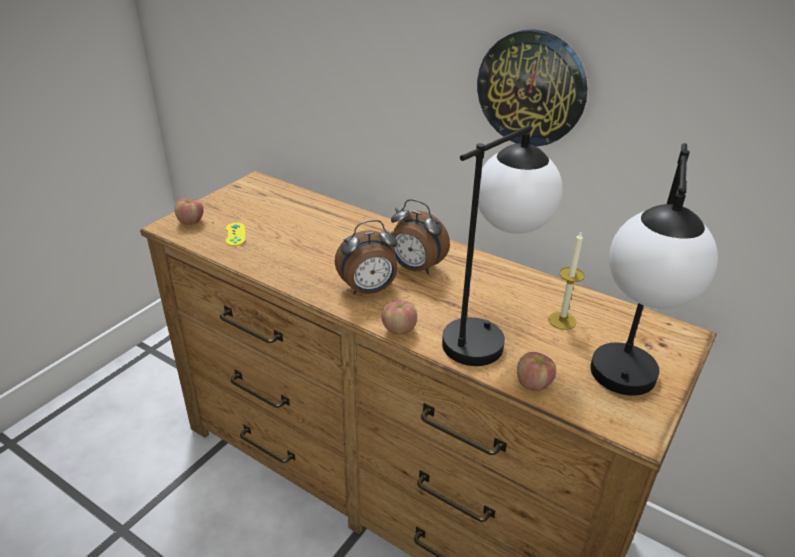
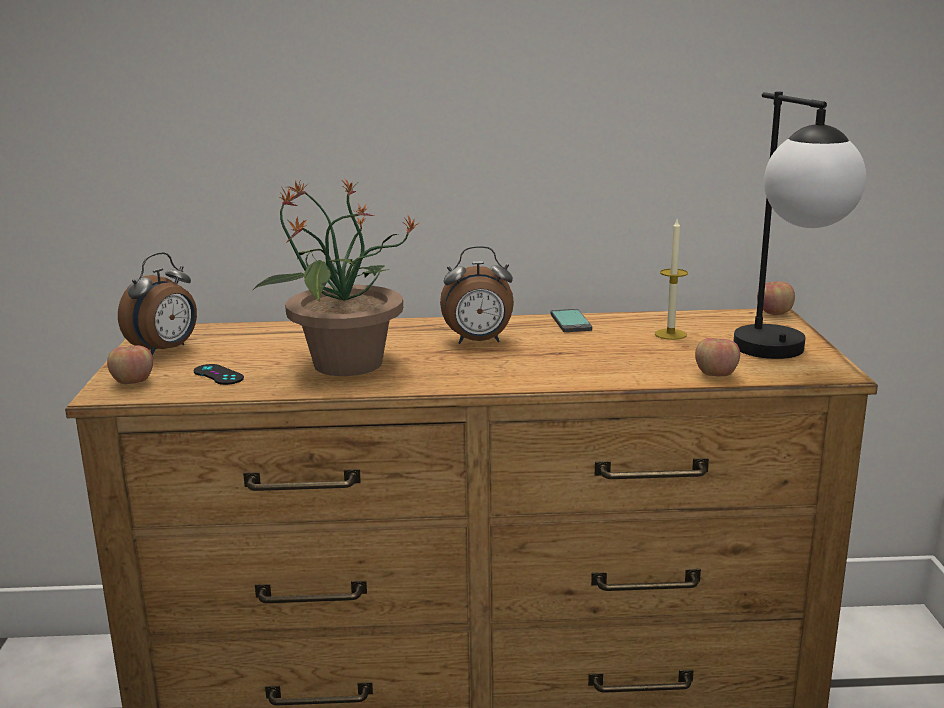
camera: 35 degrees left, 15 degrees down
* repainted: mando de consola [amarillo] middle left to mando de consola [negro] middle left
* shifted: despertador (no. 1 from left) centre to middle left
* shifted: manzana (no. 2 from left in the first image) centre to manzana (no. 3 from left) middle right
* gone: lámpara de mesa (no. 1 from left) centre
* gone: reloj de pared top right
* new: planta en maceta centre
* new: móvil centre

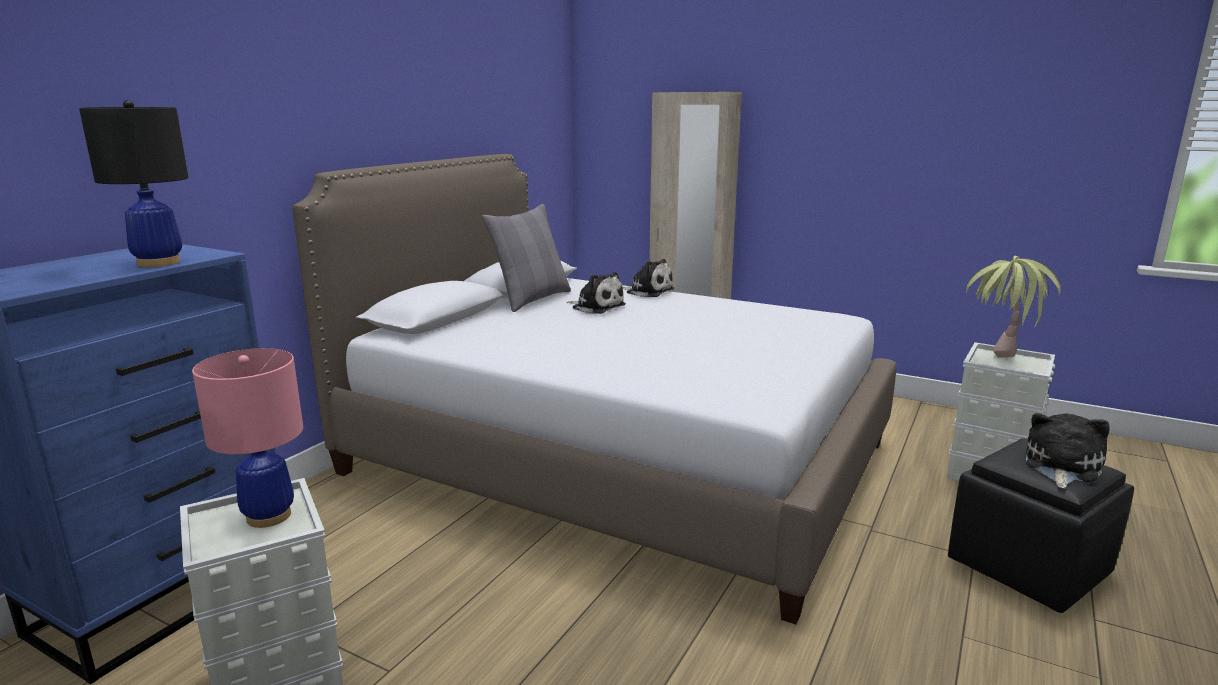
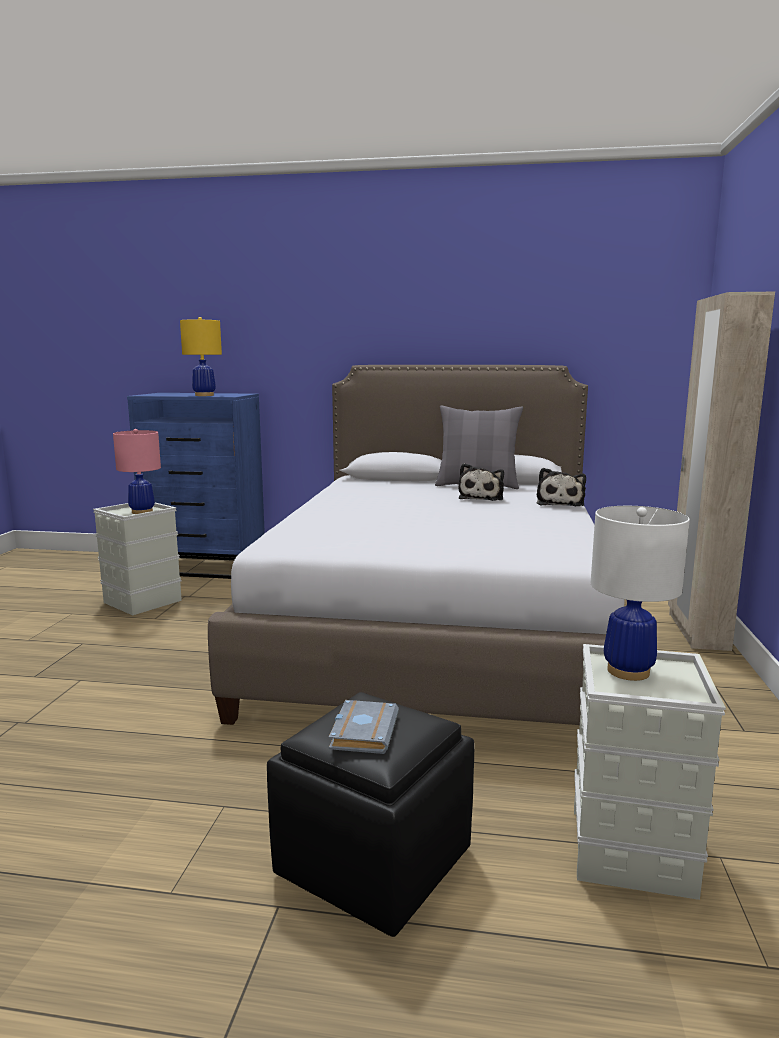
camera: 70 degrees right, 5 degrees down
* repainted: lámpara de mesa [negro] top left to lámpara de mesa [amarillo] middle left
* swapped: planta en maceta middle right to lámpara de mesa [blanco] middle right
* swapped: peluche (no. 3 from left) middle right to libro [gris] bottom centre

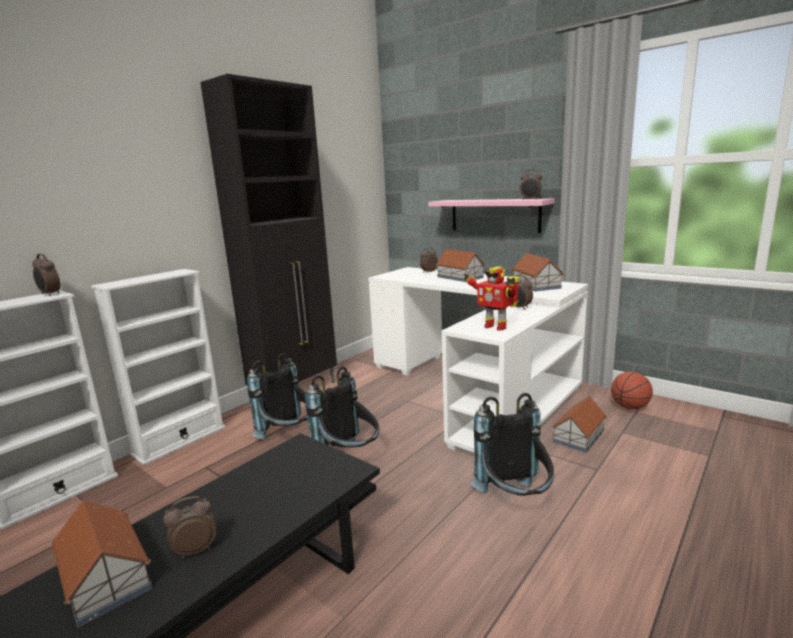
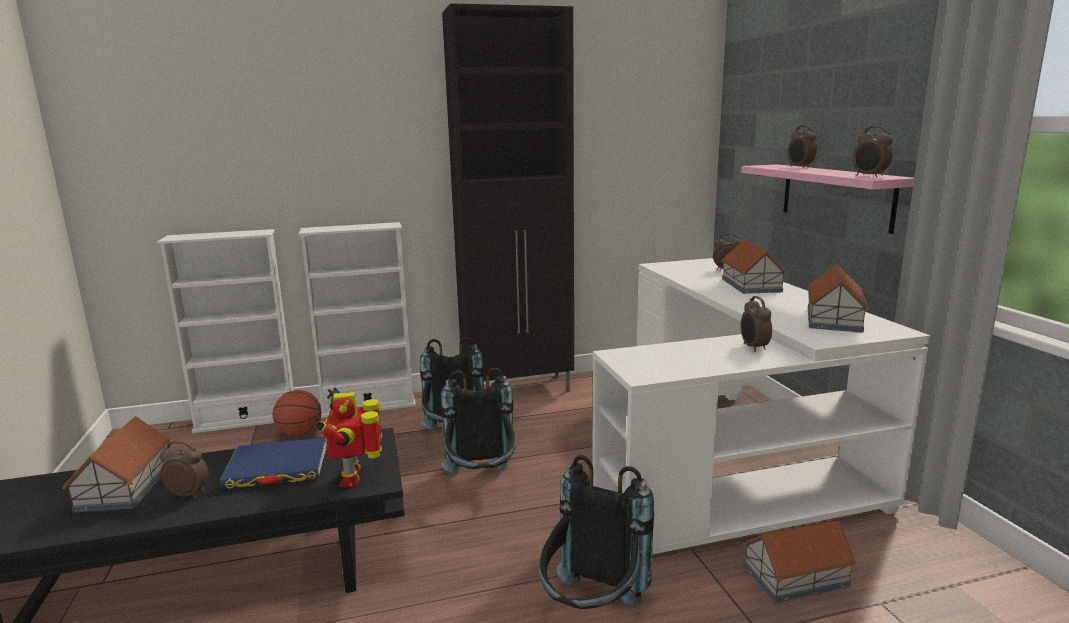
camera: 35 degrees right, 0 degrees up
* shifted: despertador (no. 1 from left in the first image) middle left to despertador (no. 4 from left) top right
* shifted: robot de juguete centre to bottom left
* shifted: balón de baloncesto middle right to middle left
* new: libro [azul] bottom left

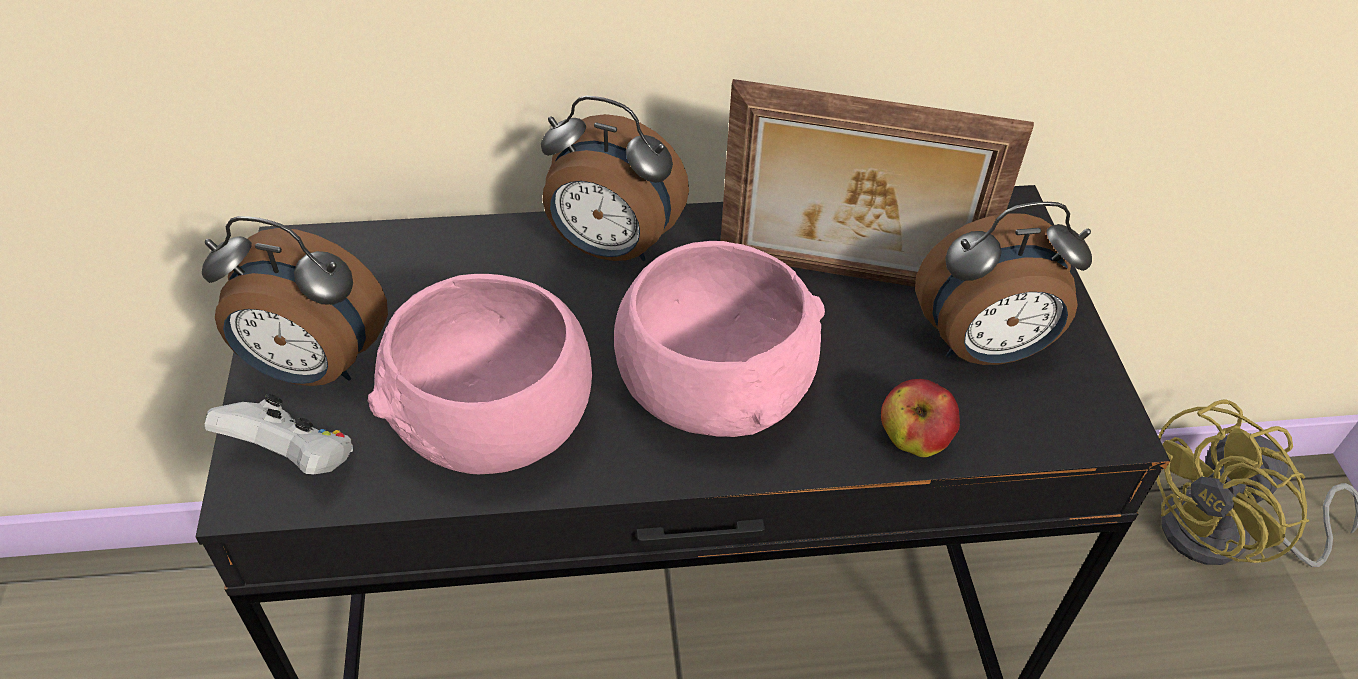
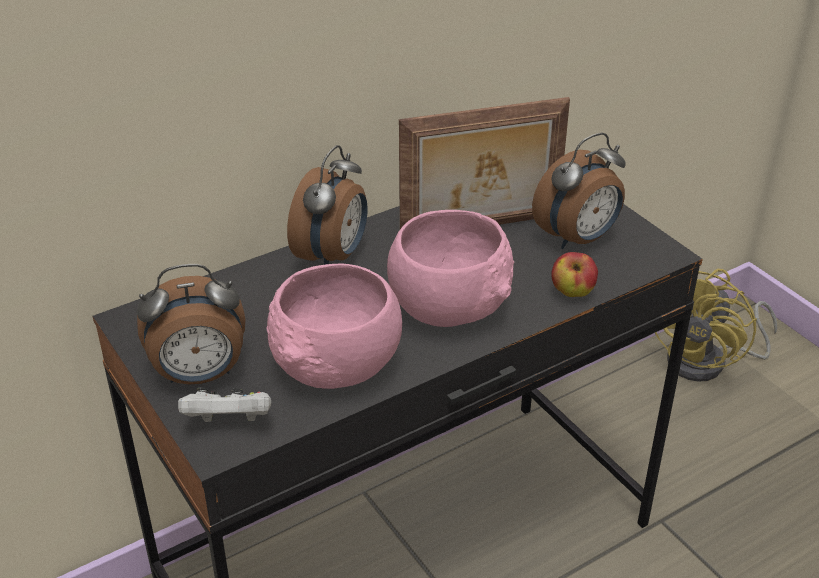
camera: 25 degrees left, 10 degrees down
* rotated: despertador (no. 2 from left) top centre = centre 60 degrees counterclockwise

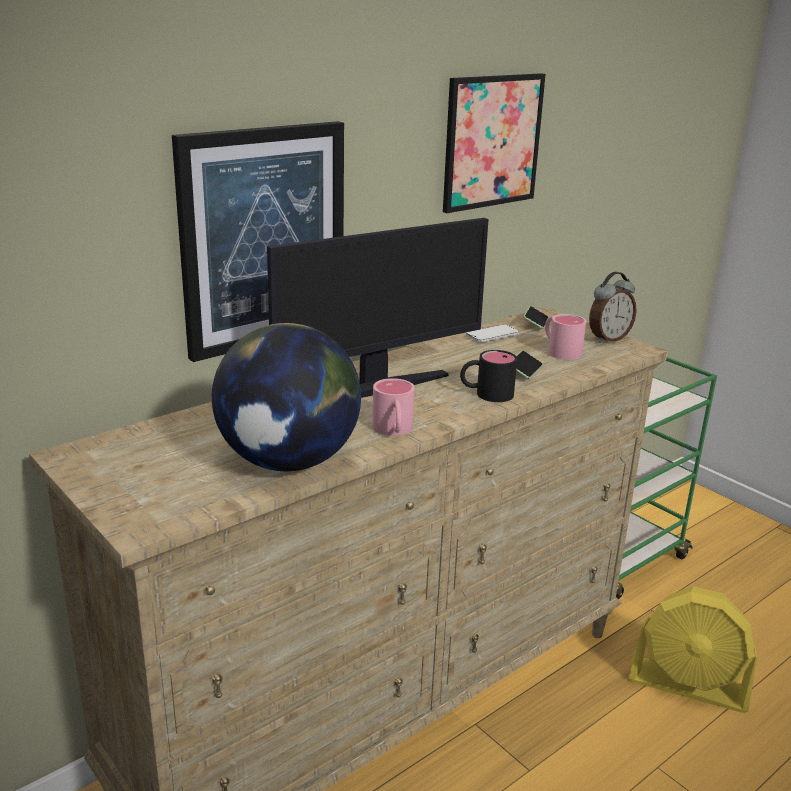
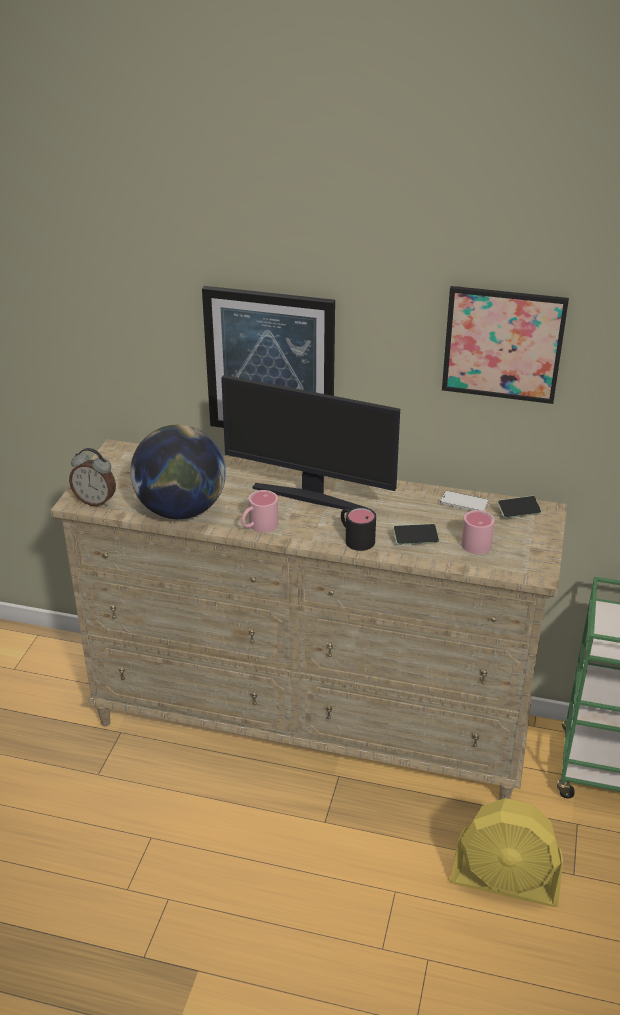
camera: 55 degrees right, 10 degrees up
* shifted: despertador middle right to middle left
* rotated: ventilador [amarillo] bottom right = bottom right 60 degrees counterclockwise

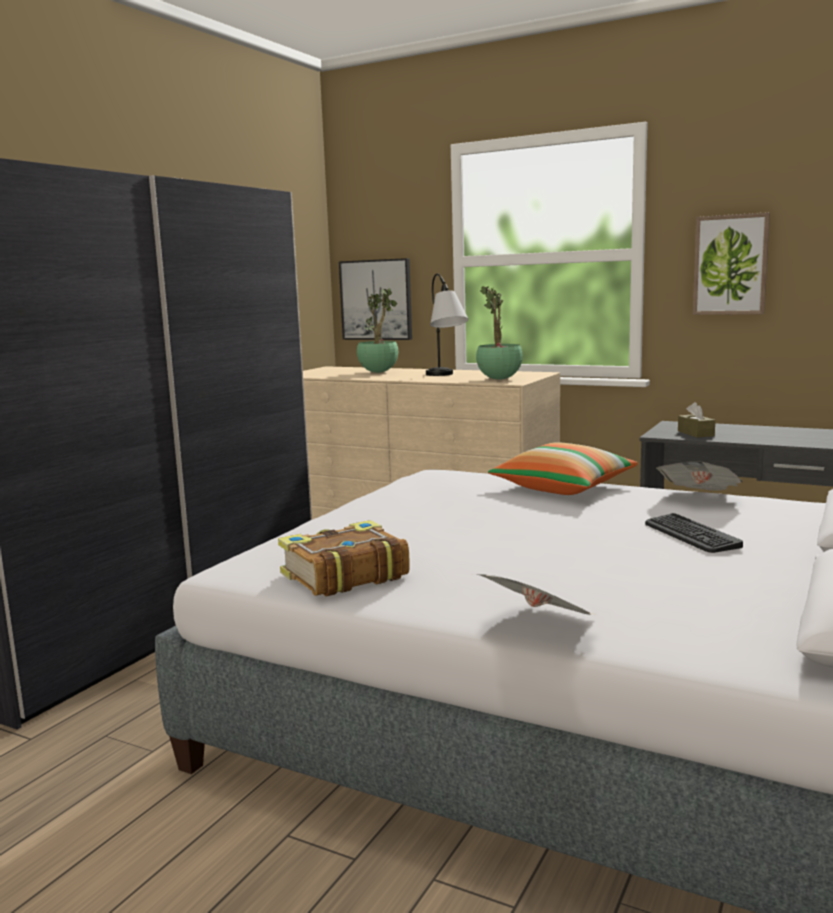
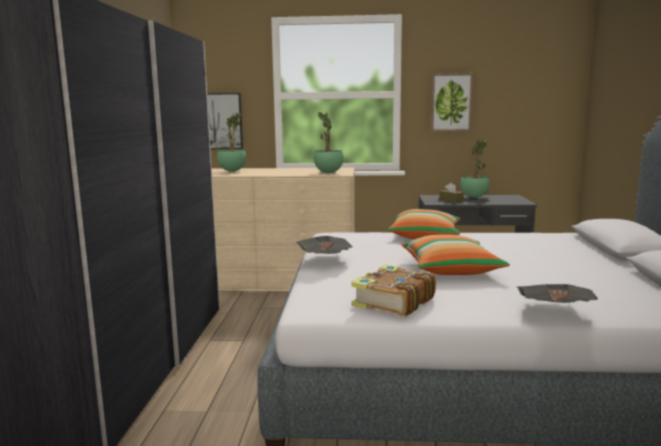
camera: 25 degrees left, 0 degrees up
* gone: lámpara de mesa centre
* gone: teclado middle right
* shifted: periódico (no. 2 from left in the first image) middle right to periódico (no. 1 from left) centre
* new: cojín (no. 2 from left) middle right
* new: planta en maceta (no. 3 from left) middle right

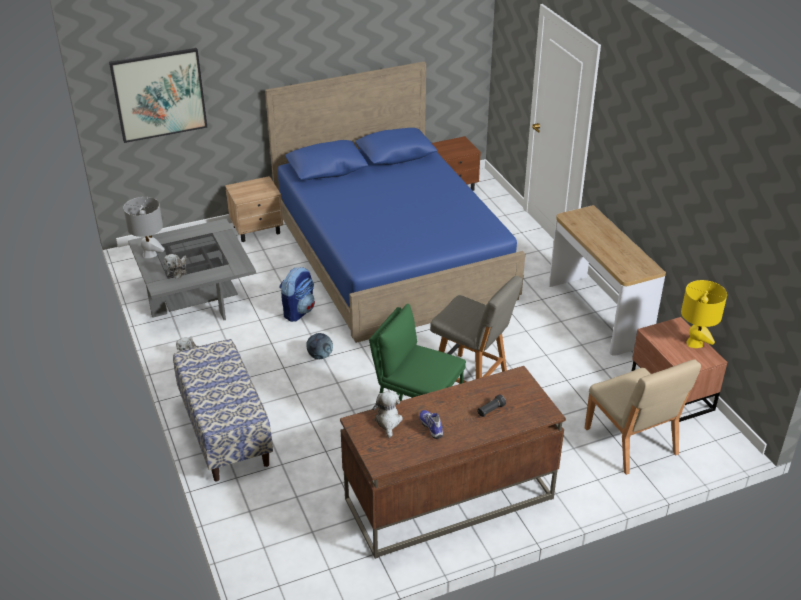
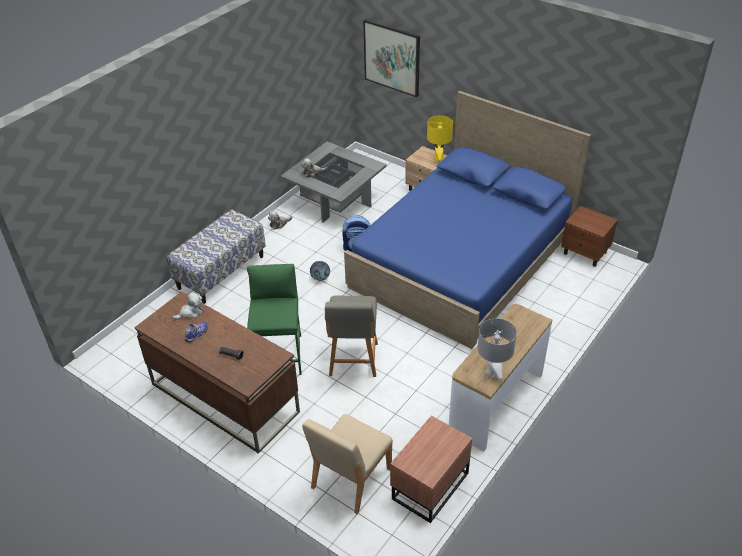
camera: 60 degrees right, 5 degrees up
* shifted: lámpara de mesa [gris] middle left to middle right
* shifted: lámpara de mesa [amarillo] middle right to top centre

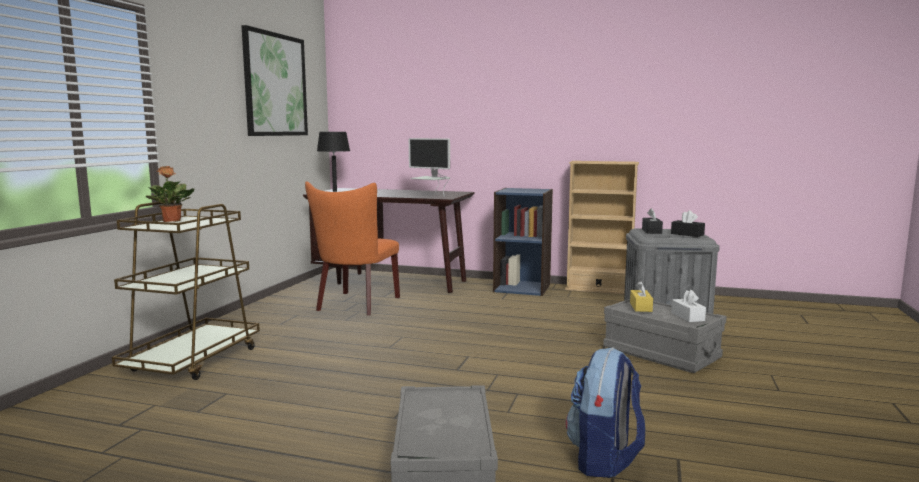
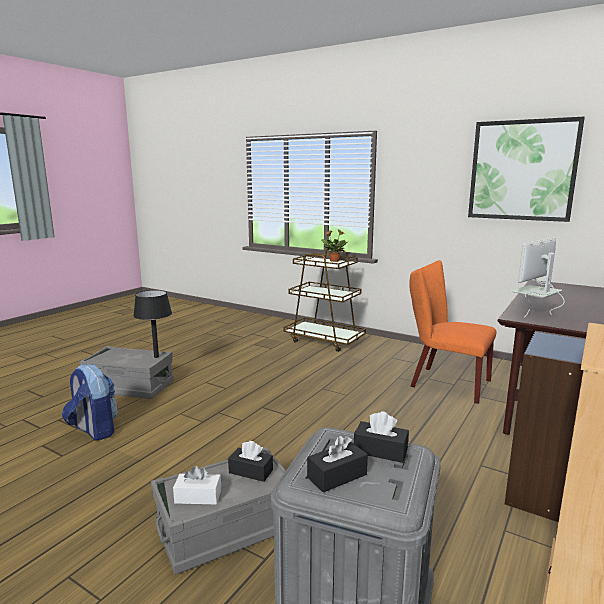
camera: 105 degrees right, 5 degrees up
* shifted: lámpara de mesa [negro] centre to middle left
* repainted: caja de pañuelos [amarillo] middle right to caja de pañuelos [negro] (no. 1 from left) bottom centre

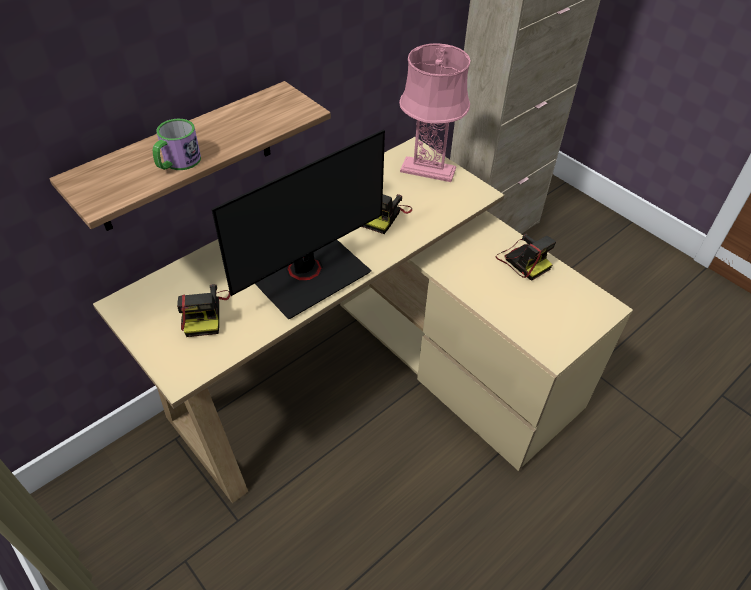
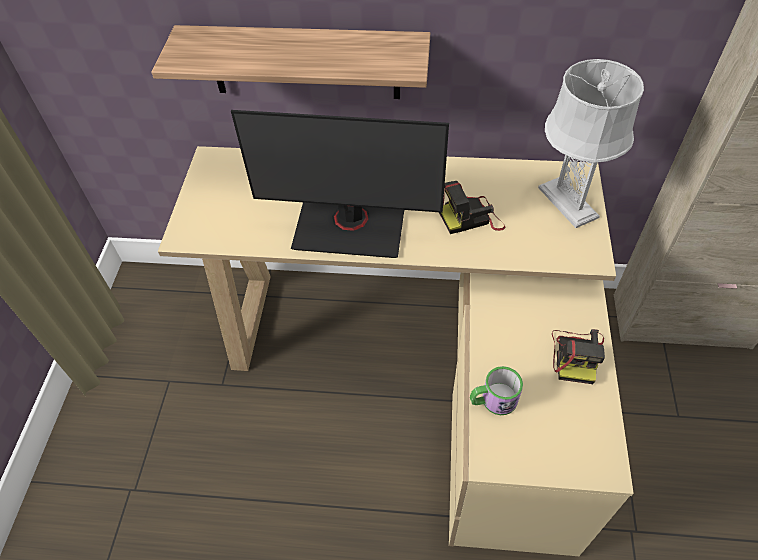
camera: 50 degrees right, 5 degrees up
* shifted: taza grande top left to bottom centre
* gone: cámara (no. 1 from left) middle left
* repainted: lámpara de mesa [rosa] top centre to lámpara de mesa [gris] top right

